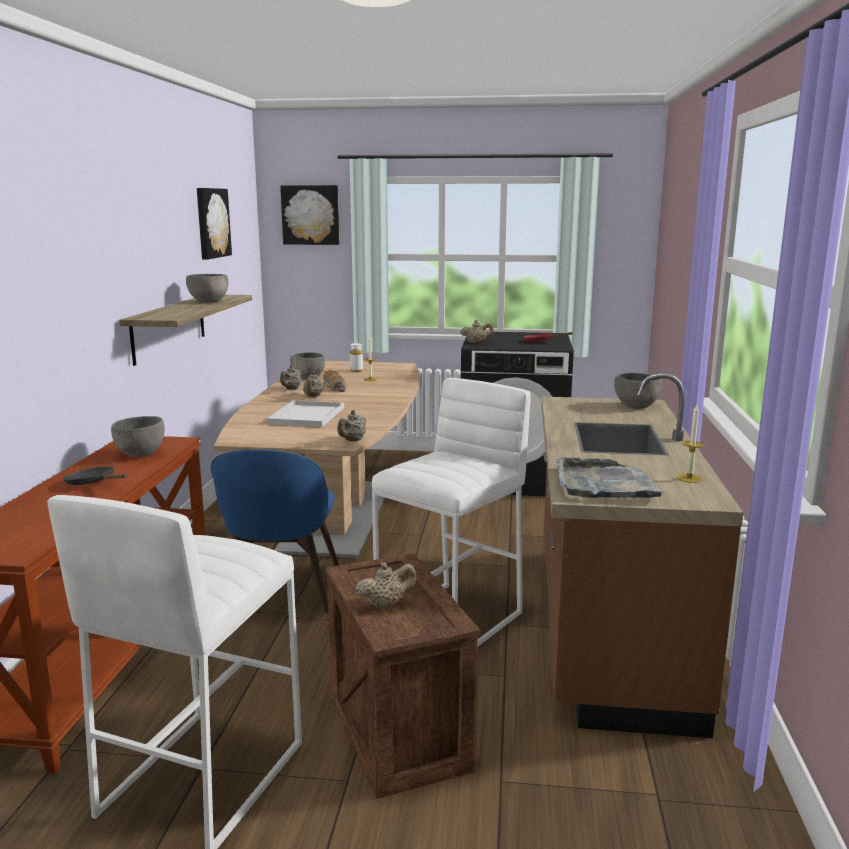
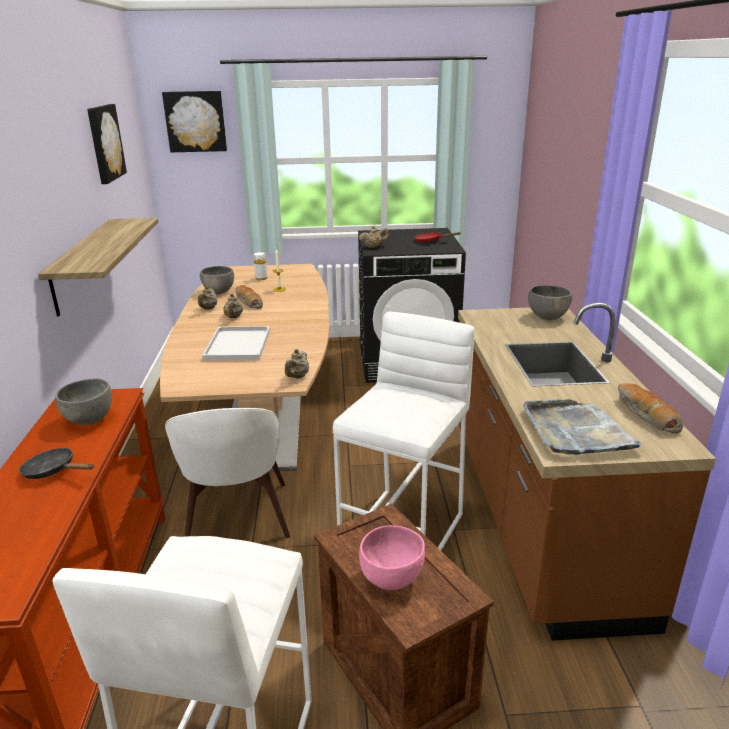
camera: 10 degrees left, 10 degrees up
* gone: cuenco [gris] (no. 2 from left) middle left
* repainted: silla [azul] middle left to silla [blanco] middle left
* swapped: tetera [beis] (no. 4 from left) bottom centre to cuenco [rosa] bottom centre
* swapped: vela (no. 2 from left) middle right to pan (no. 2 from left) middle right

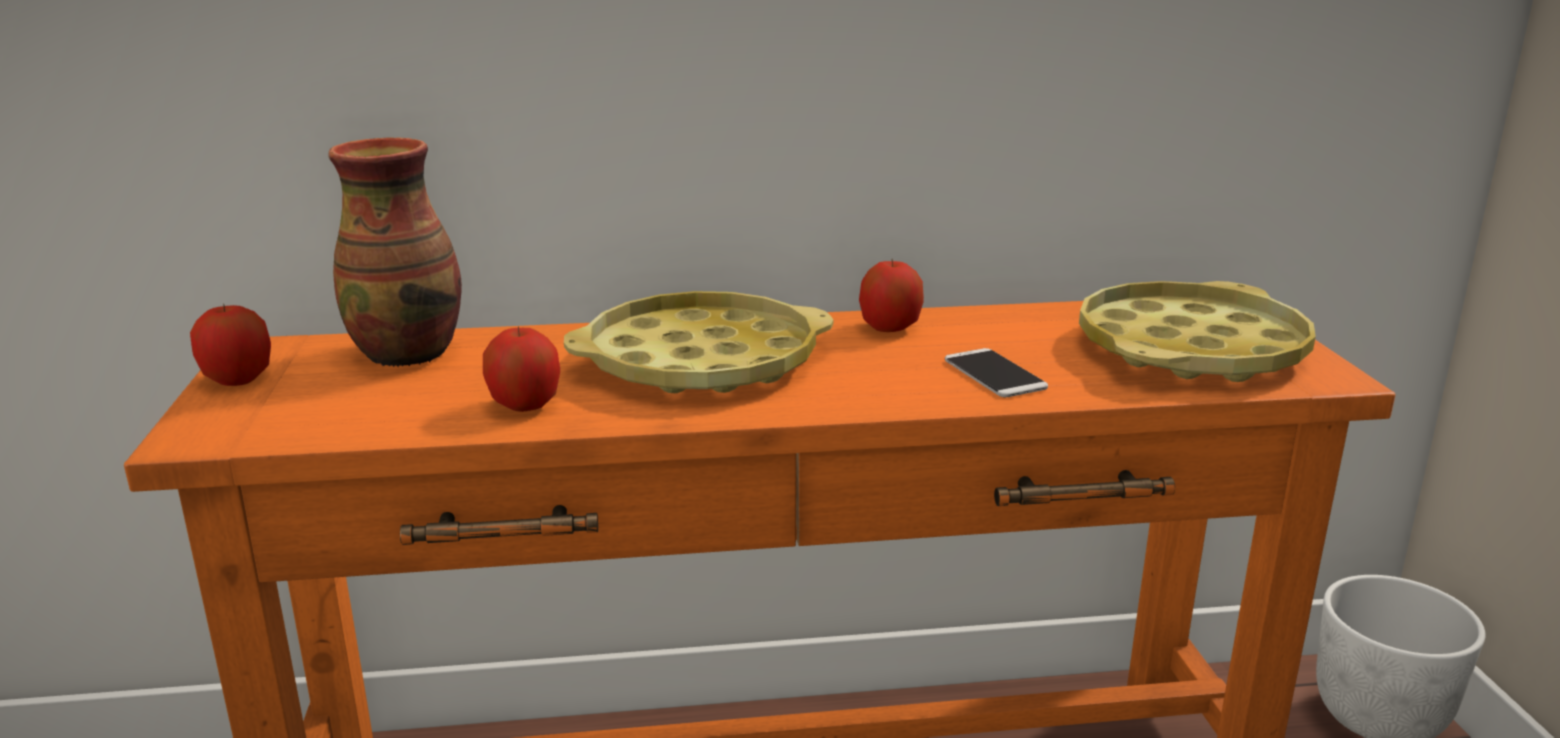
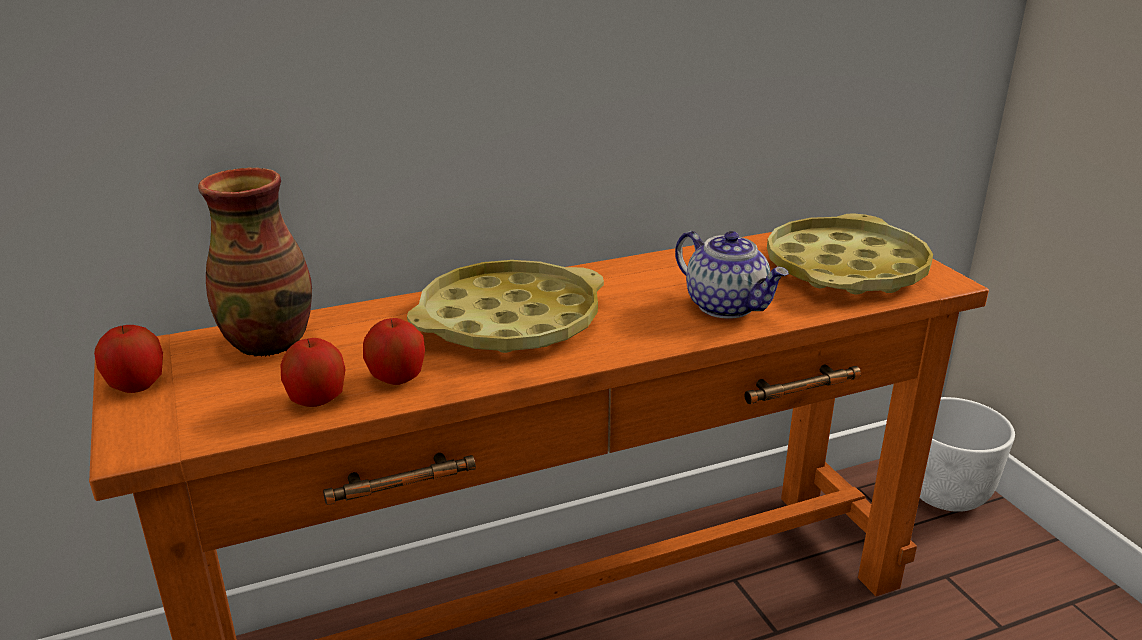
camera: 15 degrees left, 5 degrees up
* shifted: manzana (no. 3 from left in the first image) centre to manzana (no. 2 from left) middle left
* swapped: móvil centre to tetera centre

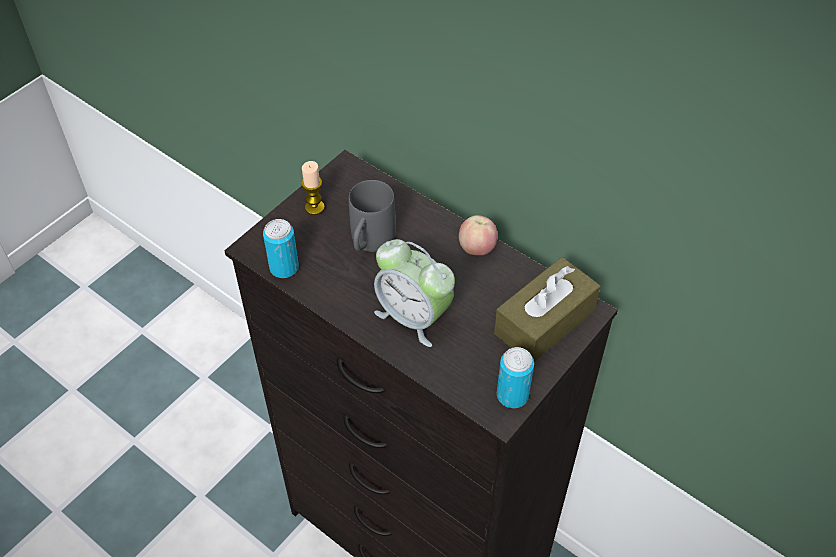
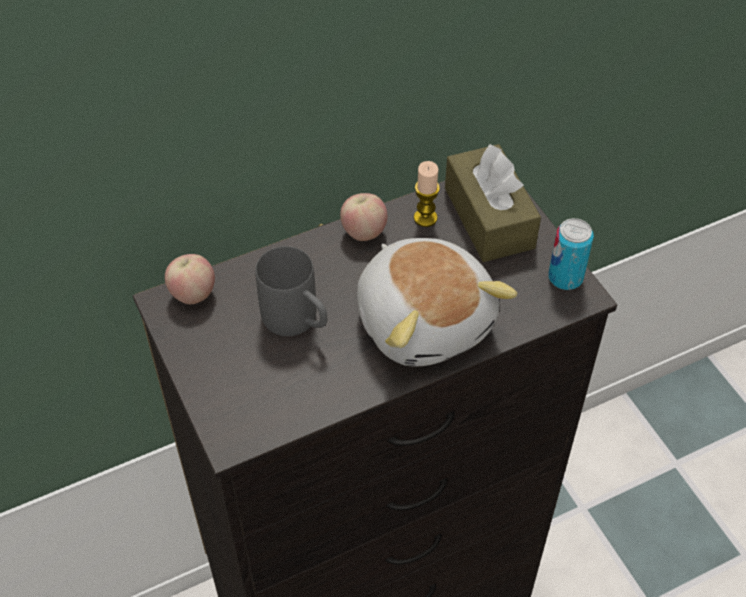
camera: 65 degrees left, 0 degrees up
* gone: lata (no. 1 from left) centre
* shifted: vela centre to top centre
* swapped: despertador centre to peluche centre
* new: manzana (no. 1 from left) middle left

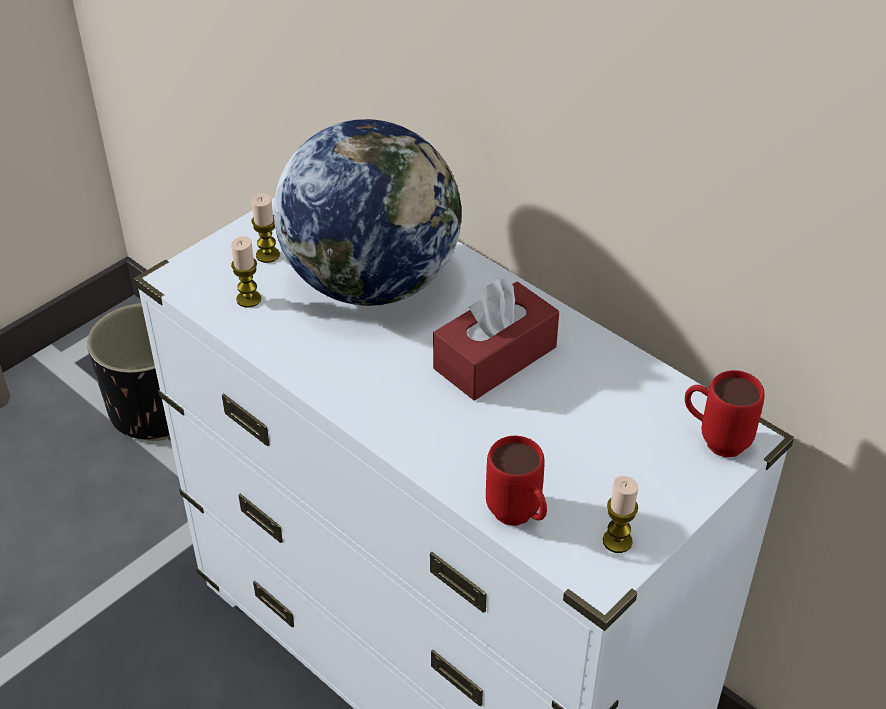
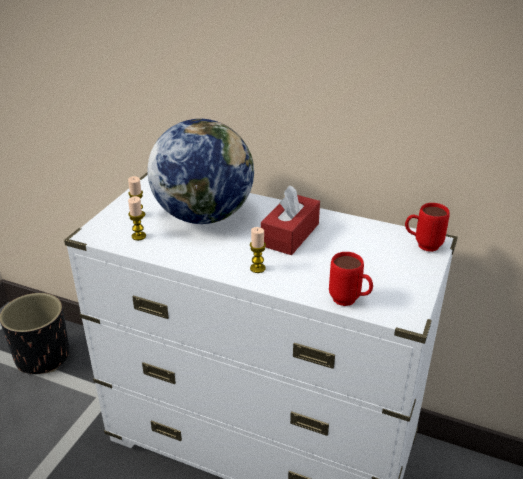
camera: 20 degrees left, 10 degrees down
* shifted: vela (no. 3 from left) bottom right to centre

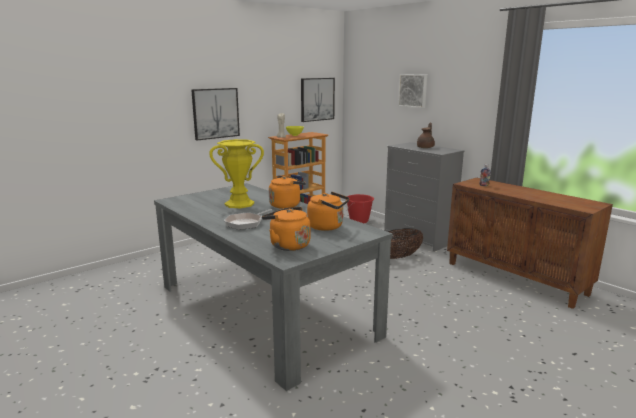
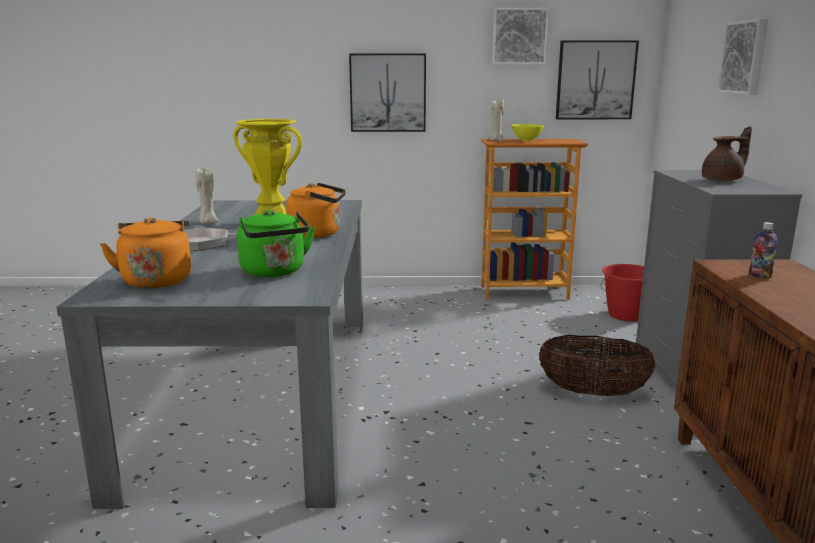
camera: 40 degrees right, 0 degrees up
* repainted: hervidor [naranja] (no. 3 from left) centre to hervidor [verde] centre
* new: vela [beis] (no. 1 from left) middle left
* new: cuadro (no. 2 from left) top centre

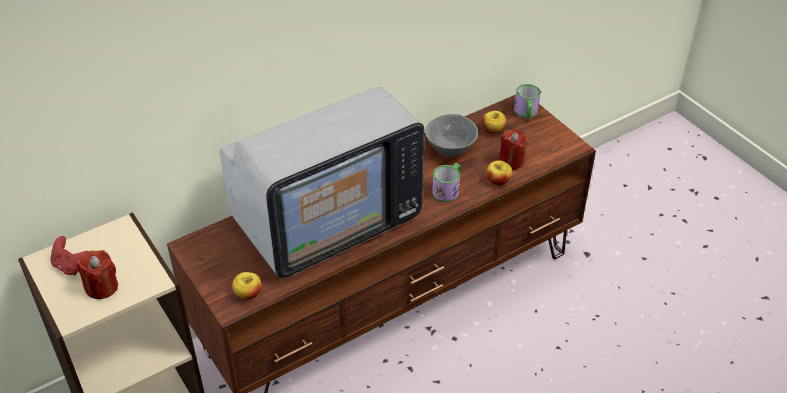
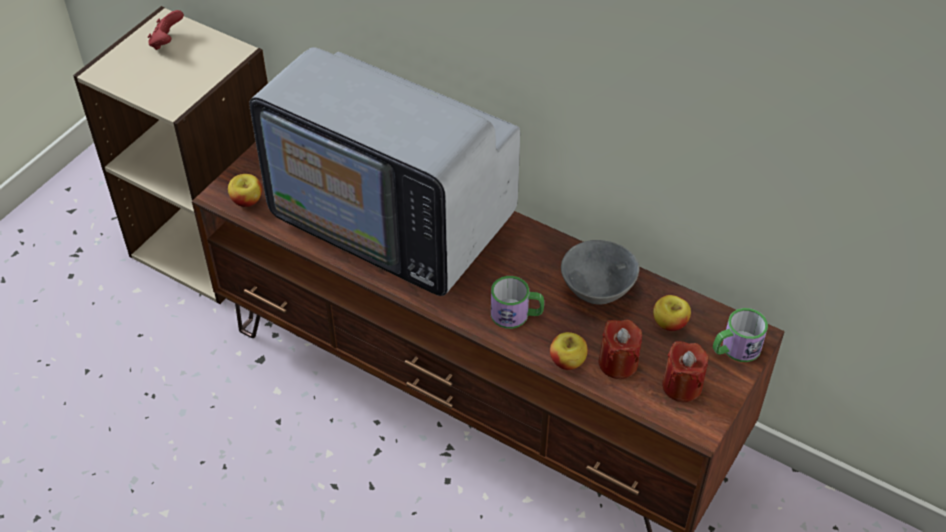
camera: 65 degrees right, 5 degrees up
* shifted: vela [rojo] (no. 1 from left in the first image) bottom left to vela [rojo] (no. 2 from left) bottom right

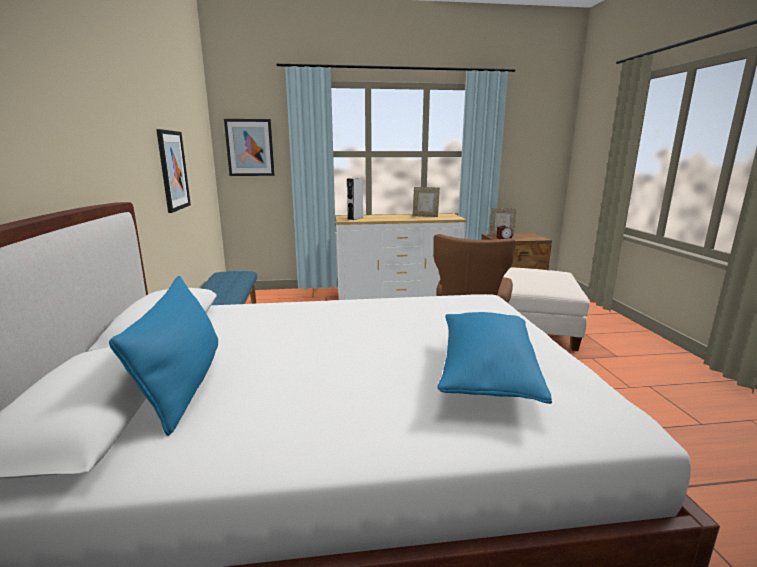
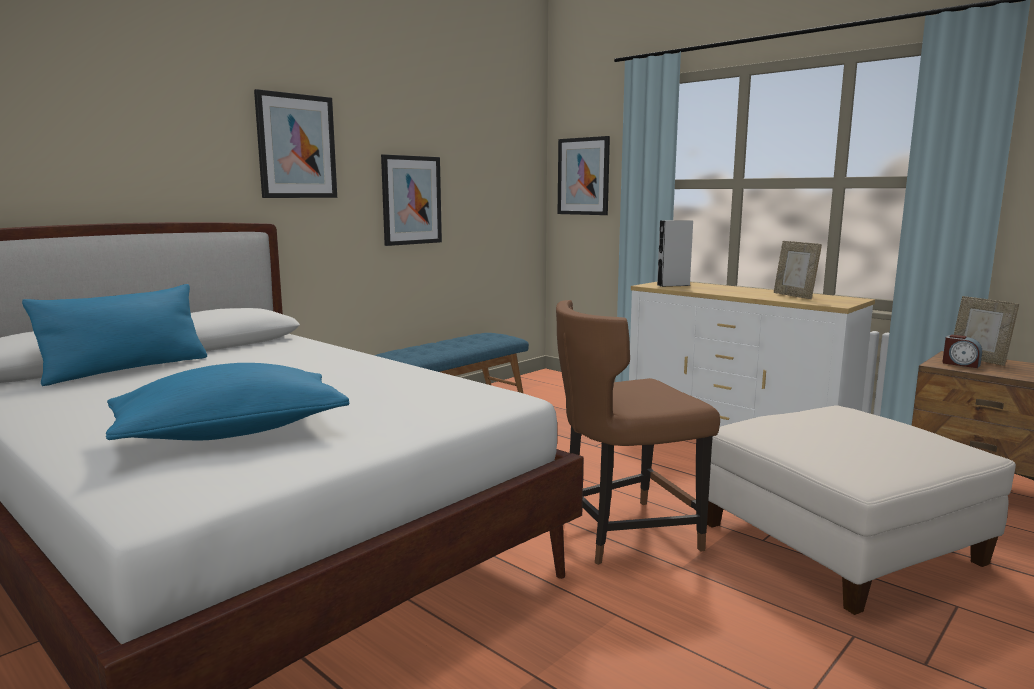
camera: 50 degrees right, 5 degrees down
* new: cuadro (no. 1 from left) top left

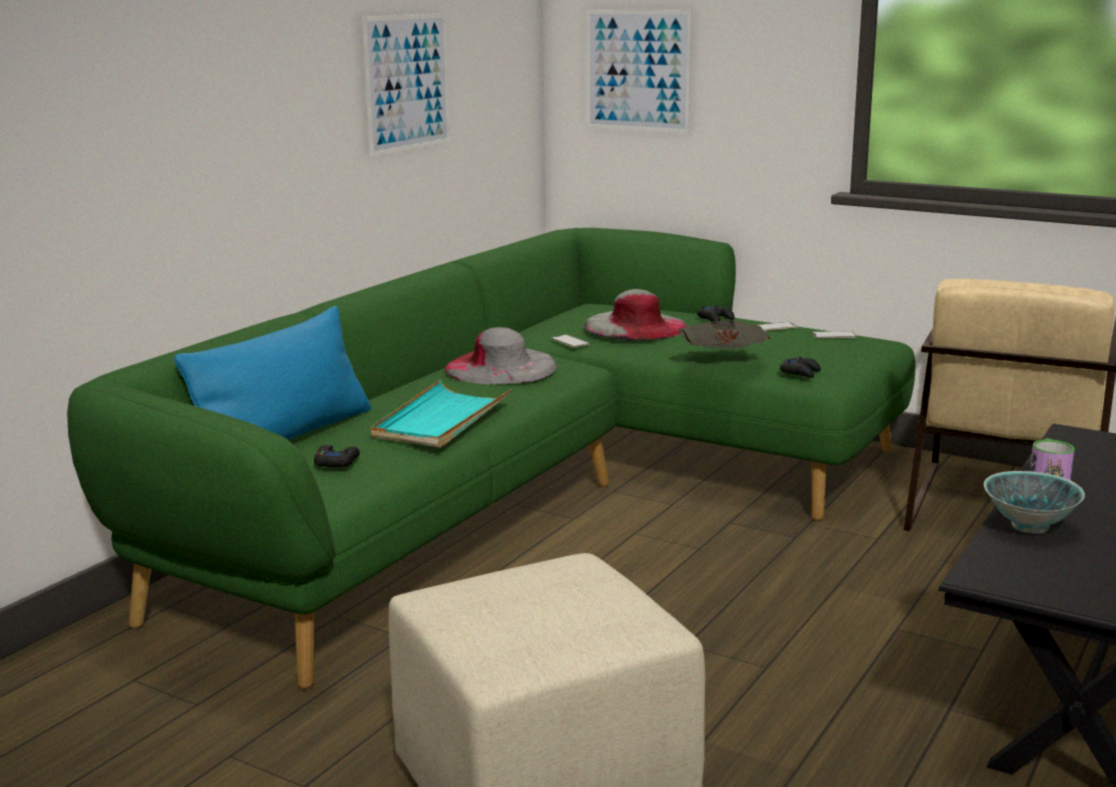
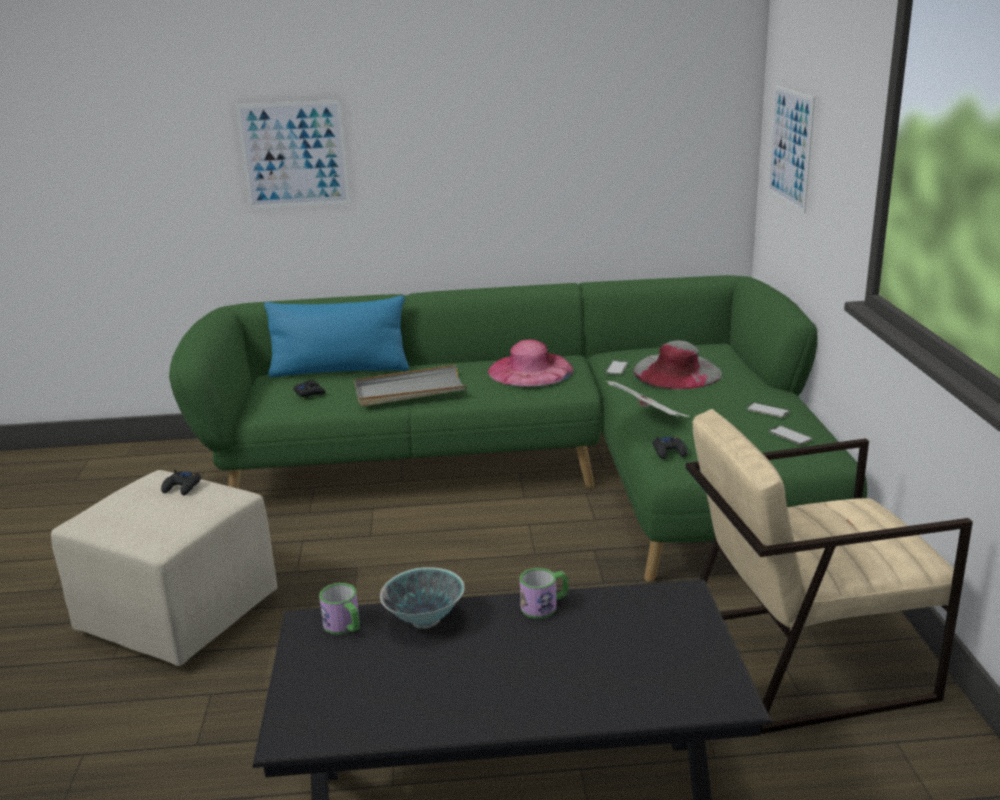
camera: 55 degrees right, 5 degrees up
* shifted: cuadro (no. 1 from left) top centre to top left
* repainted: bandeja [turquesa] centre to bandeja [gris] centre
* repainted: sombrero [gris] (no. 1 from left) centre to sombrero [rosa] centre
* shifted: mando de consola [negro] (no. 2 from left in the first image) centre to mando de consola [negro] (no. 1 from left) middle left
* new: taza grande (no. 1 from left) bottom centre

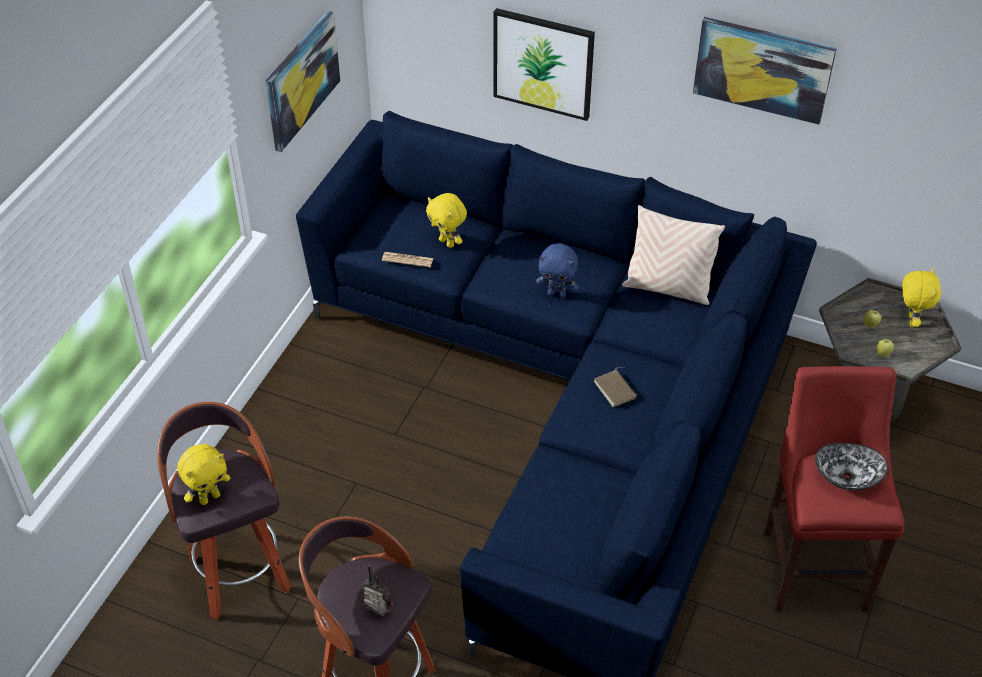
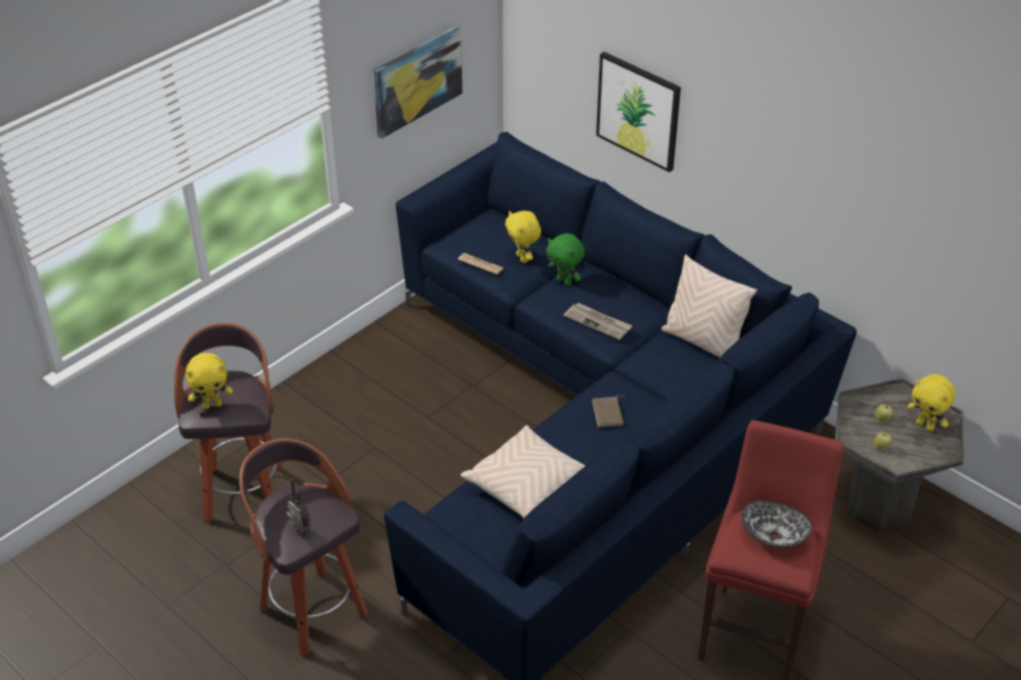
camera: 20 degrees right, 5 degrees down
* swapped: peluche [azul] centre to periódico (no. 2 from left) centre
* gone: cuadro (no. 3 from left) top right
* rotated: peluche [amarillo] (no. 3 from left) middle right = middle right 105 degrees clockwise
* new: cojín [beis] (no. 1 from left) bottom centre
* new: peluche [verde] centre

